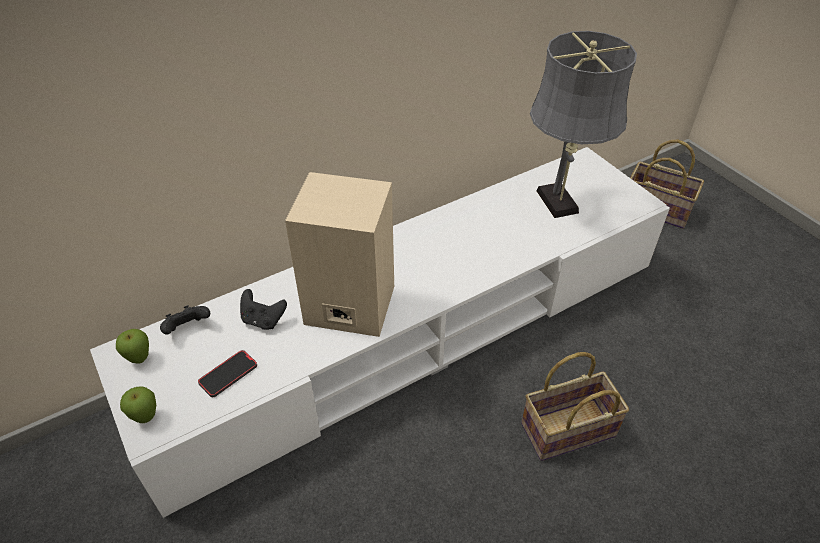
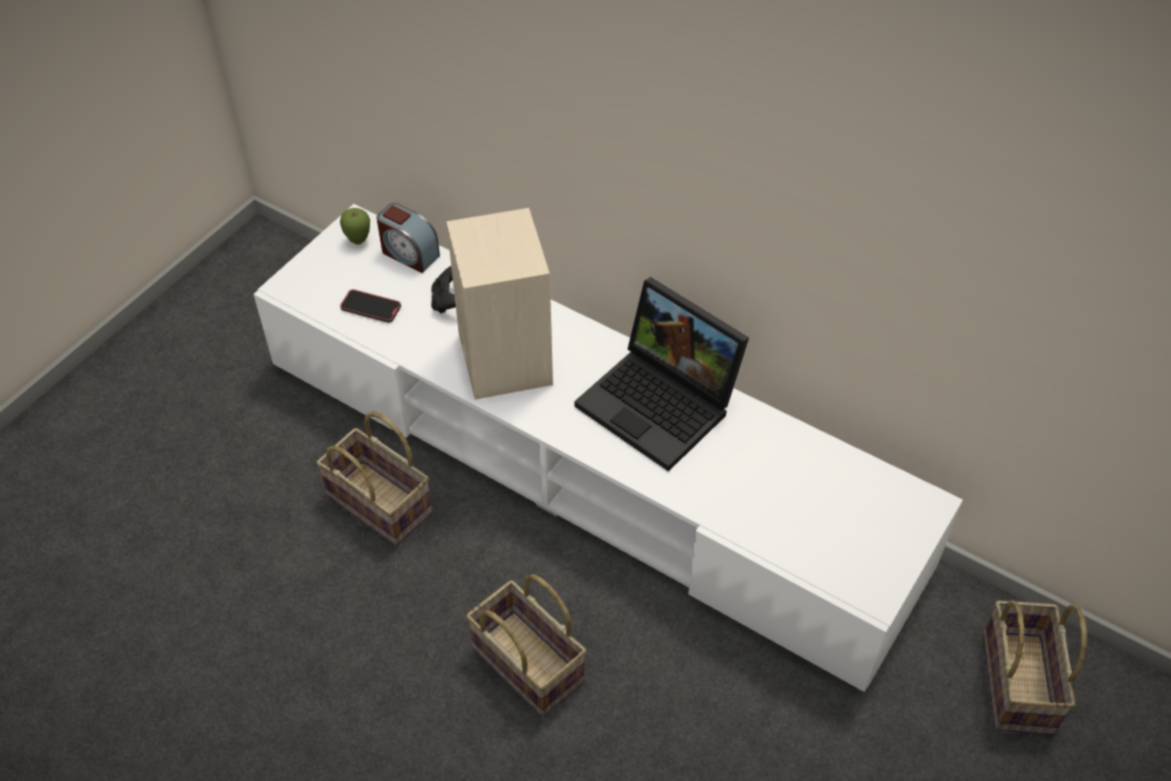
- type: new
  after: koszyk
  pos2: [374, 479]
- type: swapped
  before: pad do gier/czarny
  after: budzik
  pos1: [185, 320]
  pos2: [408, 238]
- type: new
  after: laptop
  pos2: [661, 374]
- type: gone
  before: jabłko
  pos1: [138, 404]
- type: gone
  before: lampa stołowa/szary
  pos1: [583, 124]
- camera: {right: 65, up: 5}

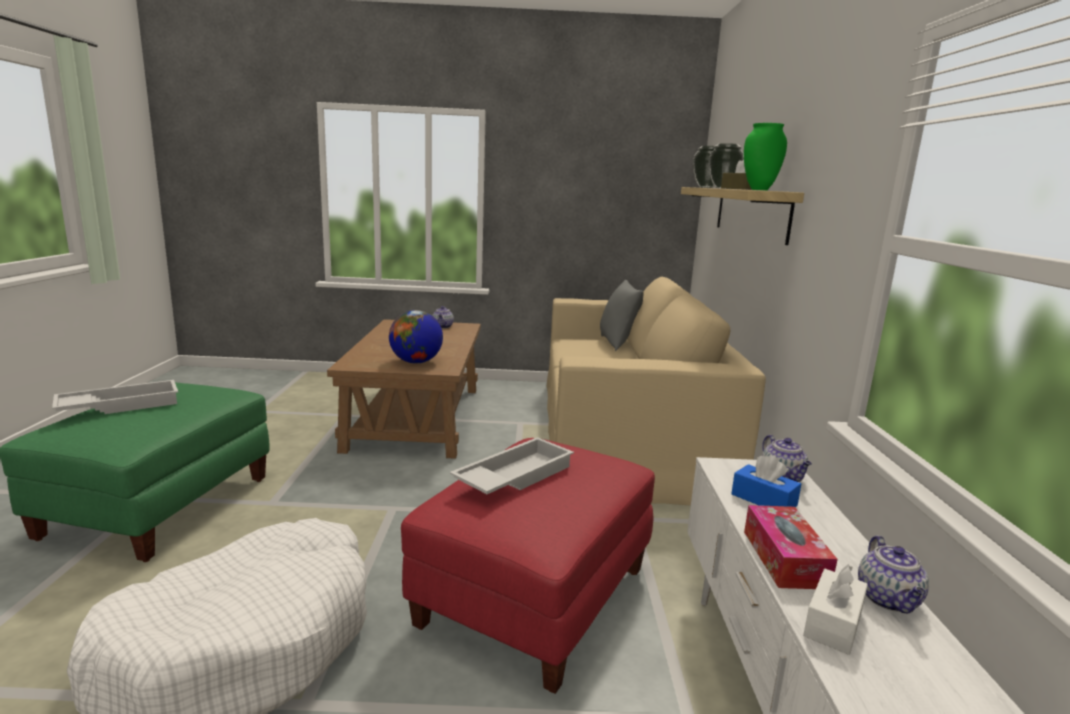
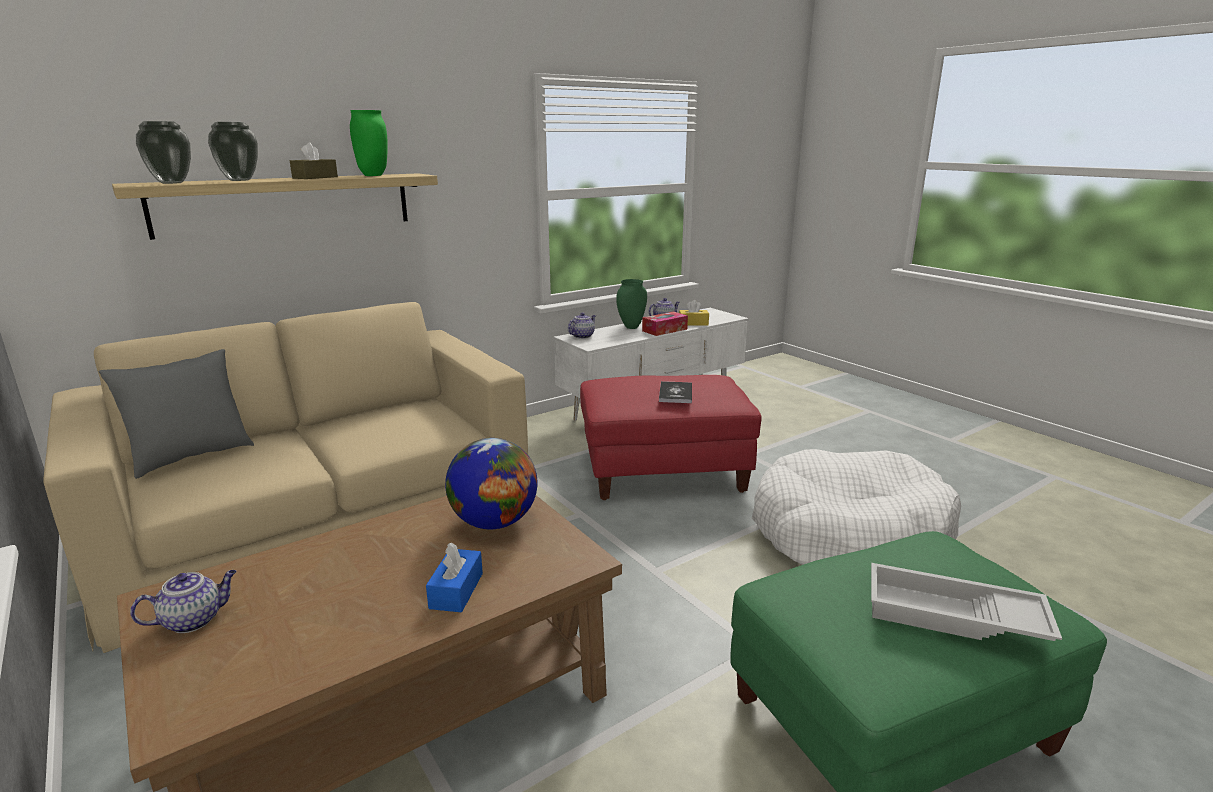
- type: shifted
  before: pudełko chusteczek/niebieski
  pos1: [766, 481]
  pos2: [454, 577]
- type: new
  after: wazon/zielony
  pos2: [631, 304]
- type: swapped
  before: taca/biały
  after: książka
  pos1: [512, 465]
  pos2: [675, 392]
- type: repainted
  before: pudełko chusteczek/biały
  after: pudełko chusteczek/żółty
  pos1: [835, 609]
  pos2: [694, 313]
- camera: {right: -125, up: 5}

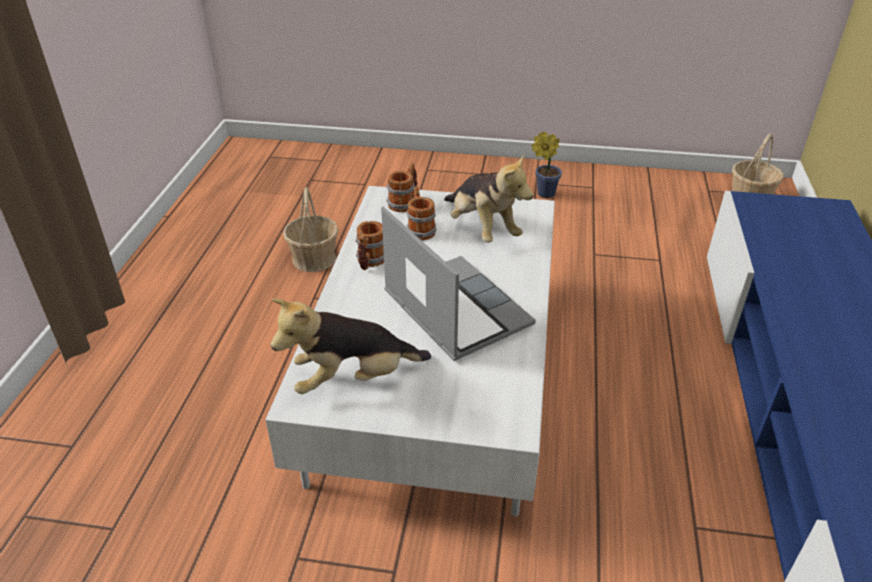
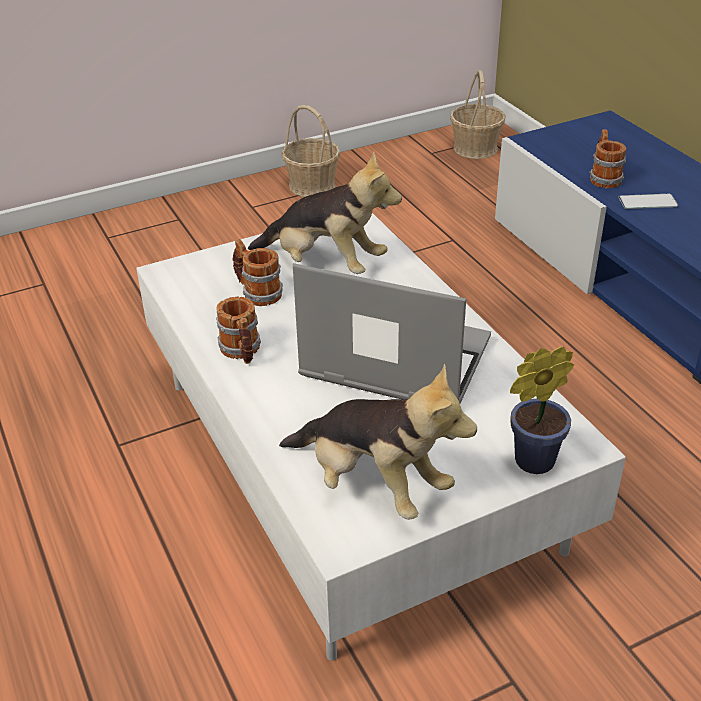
- type: rotated
  before: pluszak
  pos1: [351, 346]
  pos2: [378, 442]
  turn: -90
- type: shifted
  before: koszyk
  pos1: [311, 229]
  pos2: [310, 151]
- type: shifted
  before: roślina doniczkowa
  pos1: [547, 164]
  pos2: [542, 410]
- type: shifted
  before: kubek
  pos1: [401, 187]
  pos2: [607, 158]
- type: new
  after: telefon
  pos2: [648, 201]
- camera: {right: -35, up: 0}

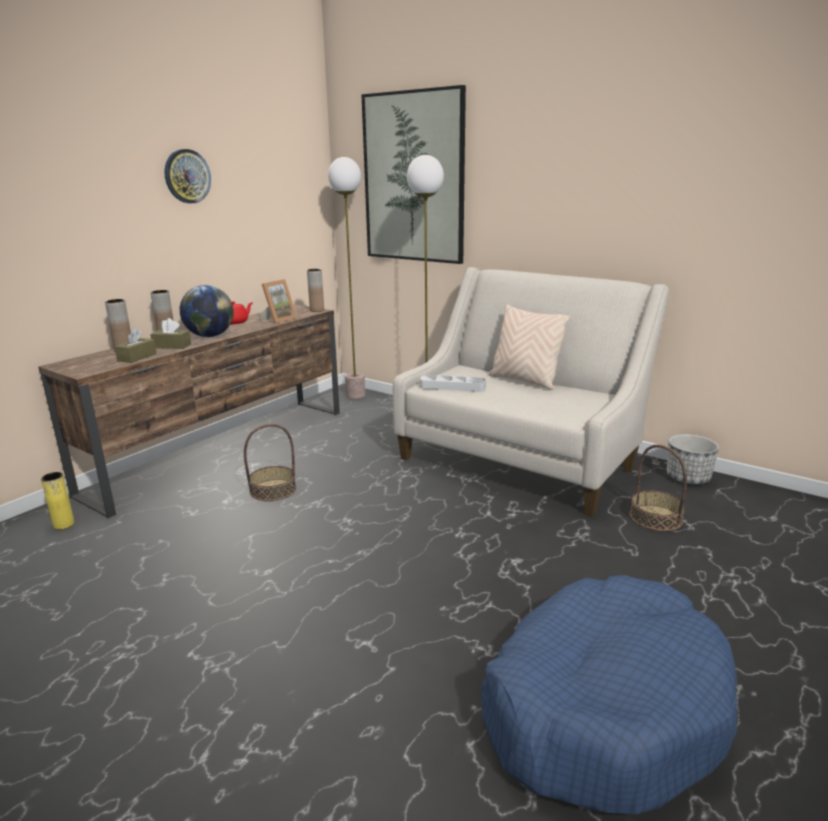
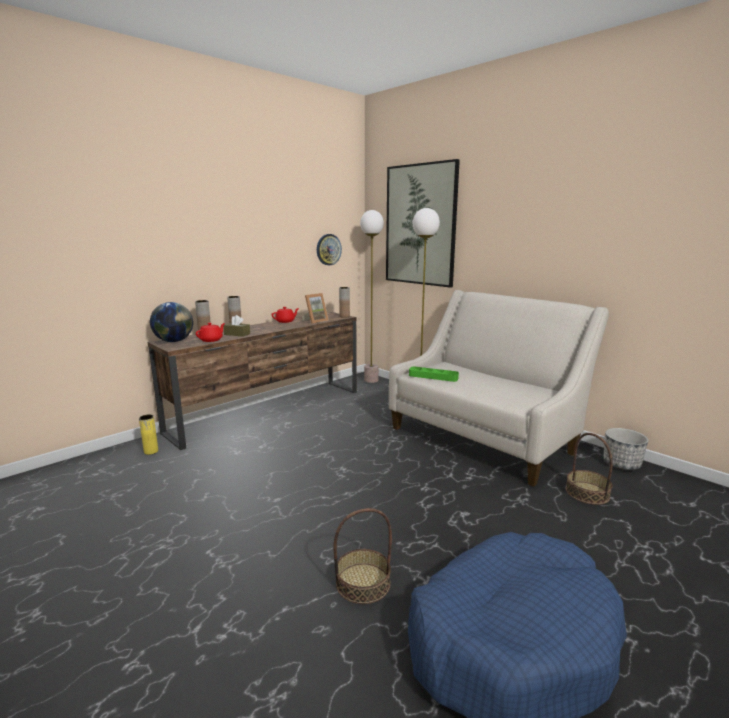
- type: shifted
  before: globus
  pos1: [207, 311]
  pos2: [171, 322]
- type: swapped
  before: pudełko chusteczek/brązowy
  after: imbryk/czerwony
  pos1: [136, 345]
  pos2: [210, 332]
- type: shifted
  before: zegar ścienny
  pos1: [187, 176]
  pos2: [329, 249]
- type: shifted
  before: koszyk
  pos1: [270, 462]
  pos2: [363, 556]
- type: repainted
  before: taca/szary
  after: taca/zielony
  pos1: [453, 383]
  pos2: [434, 374]
- type: gone
  before: poduszka/beżowy
  pos1: [530, 347]
- camera: {right: 10, up: -5}

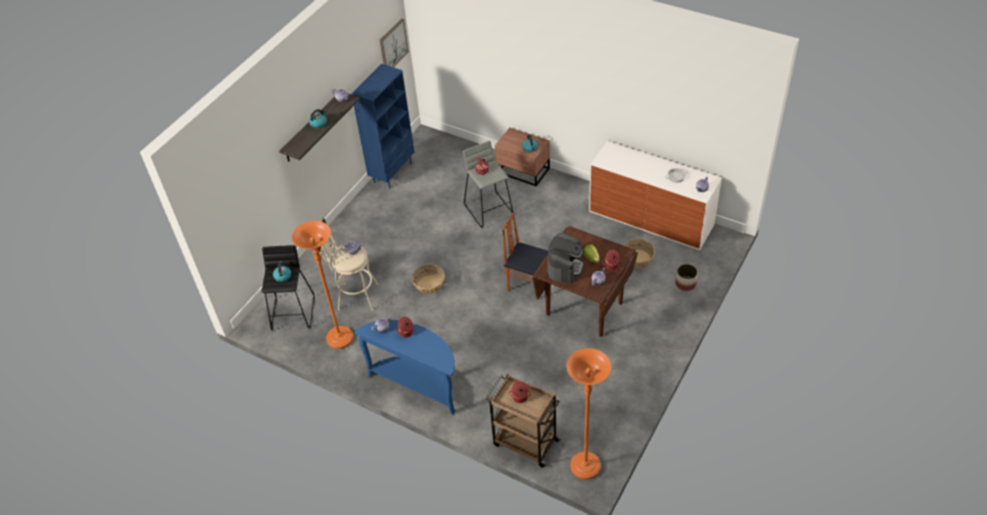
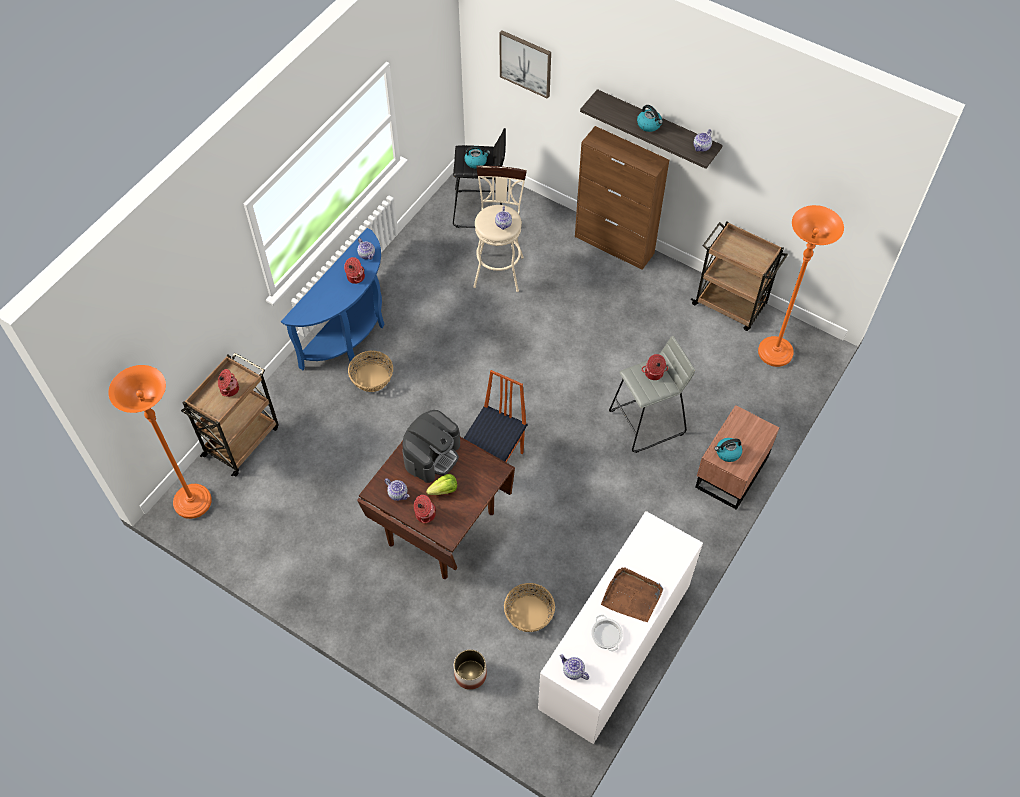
- type: shifted
  before: koszyk
  pos1: [428, 279]
  pos2: [370, 371]
- type: rotated
  before: ekspres do kawy
  pos1: [566, 258]
  pos2: [431, 446]
  turn: -75
- type: shifted
  before: obraz
  pos1: [394, 43]
  pos2: [525, 64]
- type: new
  after: szafka/brązowy
  pos2: [622, 198]
- type: new
  after: taca/brązowy
  pos2: [632, 594]
- type: swapped
  before: regał/niebieski
  after: wózek/brązowy
  pos1: [382, 126]
  pos2: [739, 276]
- type: shifted
  before: lampa stojąca/pomarańczowy
  pos1: [322, 285]
  pos2: [801, 286]
- camera: {right: 90, up: 10}

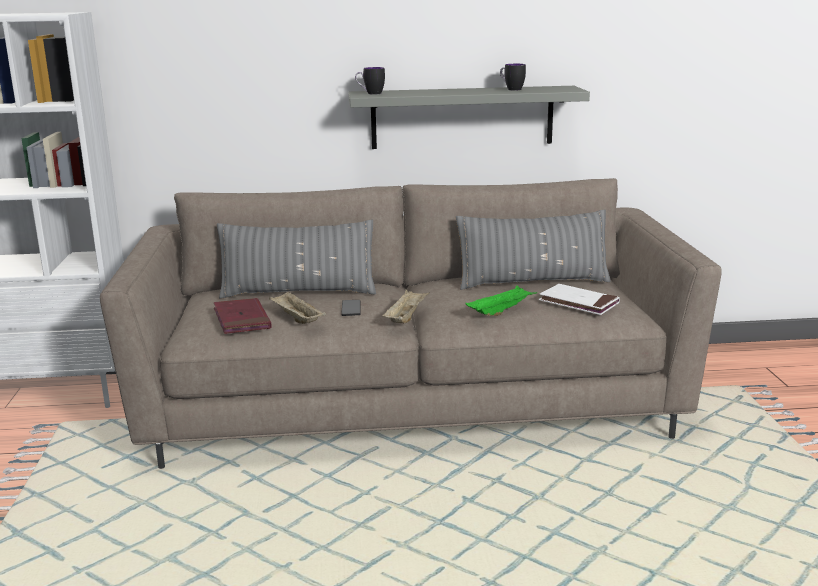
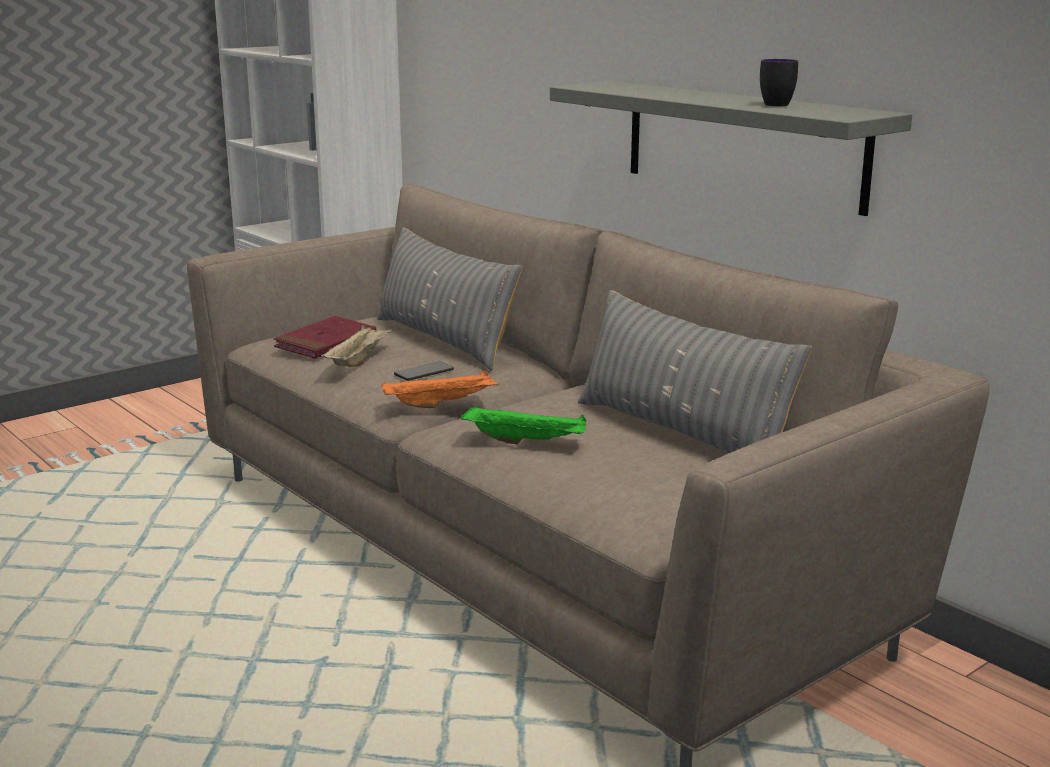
- type: repainted
  before: taca/beżowy
  after: taca/pomarańczowy
  pos1: [406, 306]
  pos2: [440, 389]
- type: gone
  before: kubek
  pos1: [370, 80]
- type: gone
  before: książka/biały
  pos1: [579, 299]
- camera: {right: 55, up: 0}

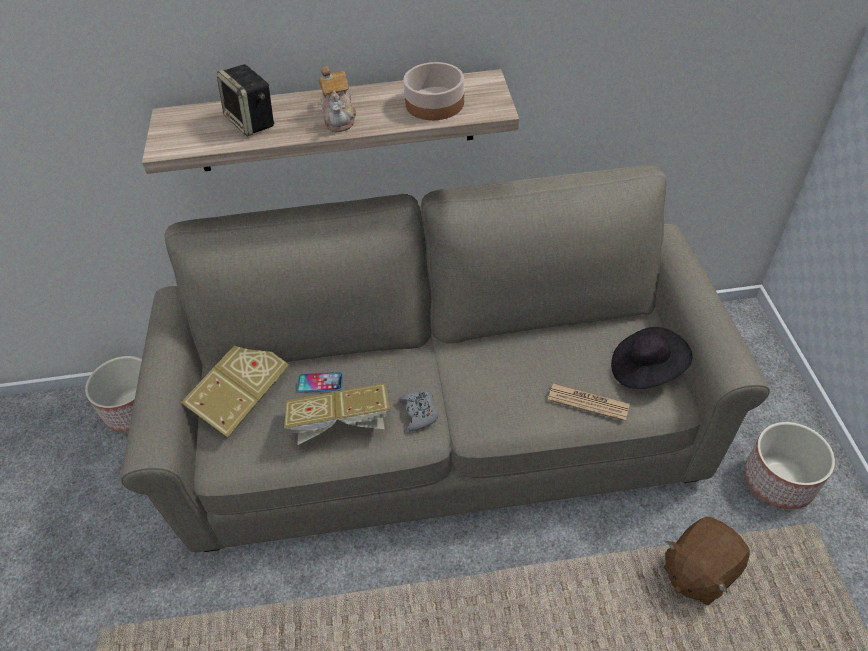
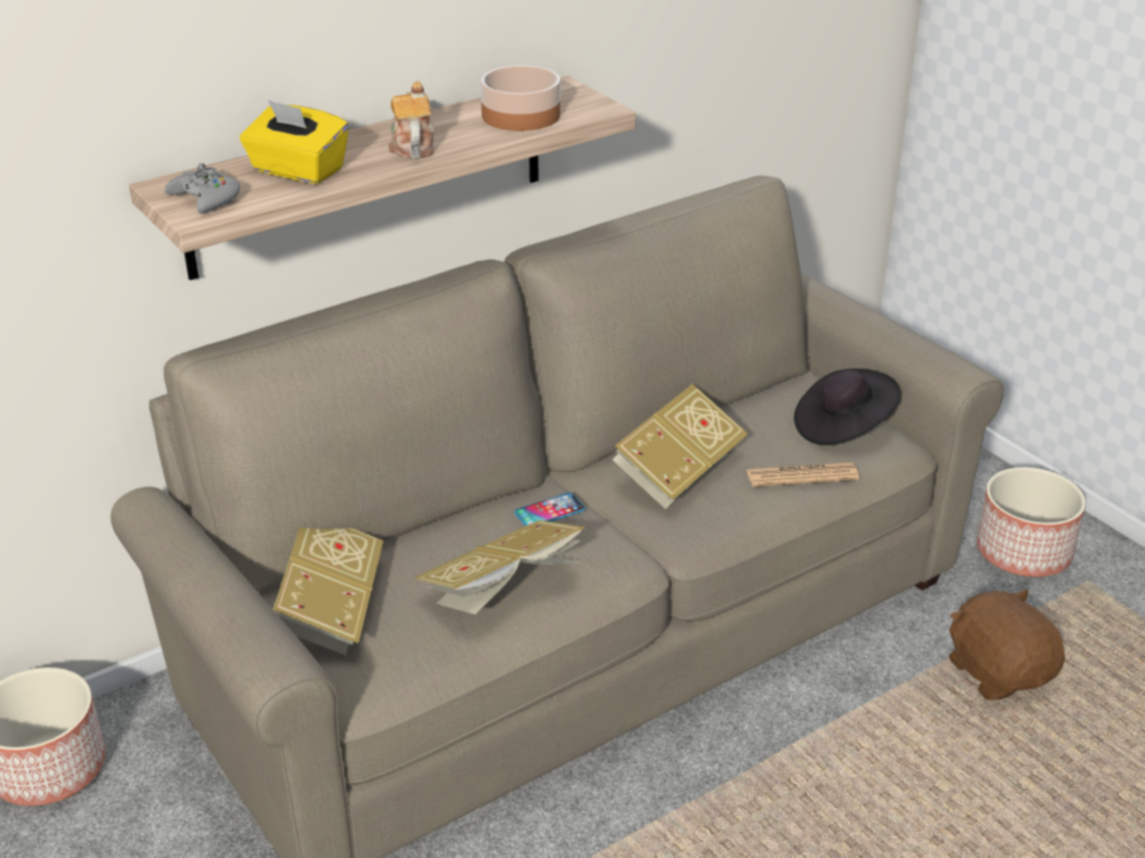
- type: shifted
  before: pad do gier/szary
  pos1: [418, 411]
  pos2: [202, 188]
- type: swapped
  before: głośnik
  after: pudełko chusteczek/żółty
  pos1: [245, 100]
  pos2: [294, 142]
- type: rotated
  before: imbryk
  pos1: [337, 99]
  pos2: [411, 120]
  turn: -150
- type: shifted
  before: telefon
  pos1: [320, 382]
  pos2: [549, 509]
- type: new
  after: książka
  pos2: [680, 446]
- type: rotated
  before: pluszak/brązowy
  pos1: [707, 561]
  pos2: [1007, 644]
  turn: 135
- camera: {right: -30, up: -15}

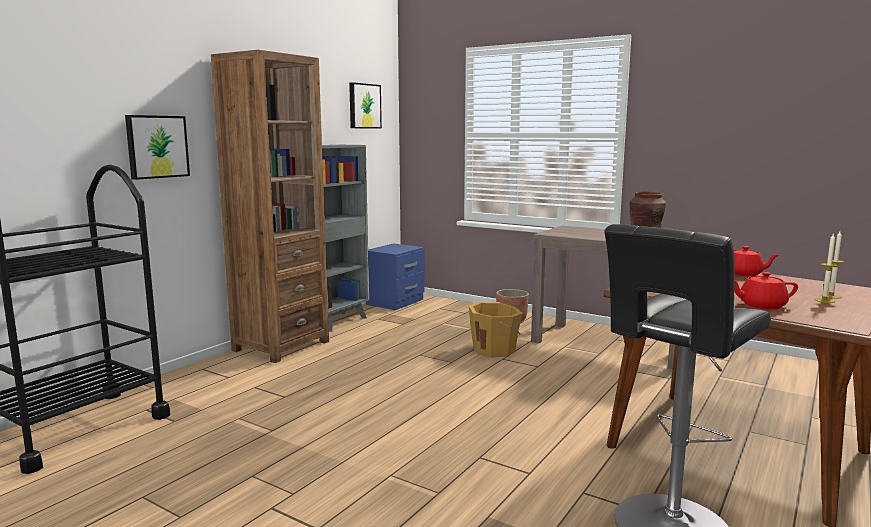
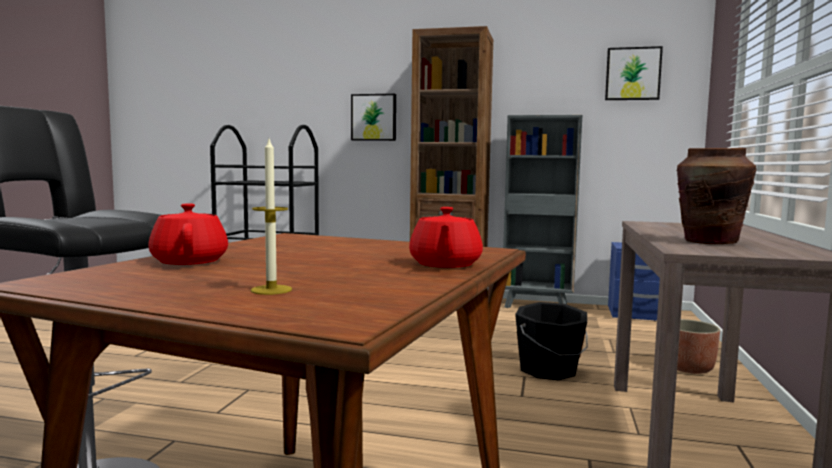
- type: repainted
  before: wiadro/pomarańczowy
  after: wiadro/czarny
  pos1: [496, 330]
  pos2: [551, 341]
- type: gone
  before: świeca
  pos1: [826, 268]
- camera: {right: 70, up: -5}

